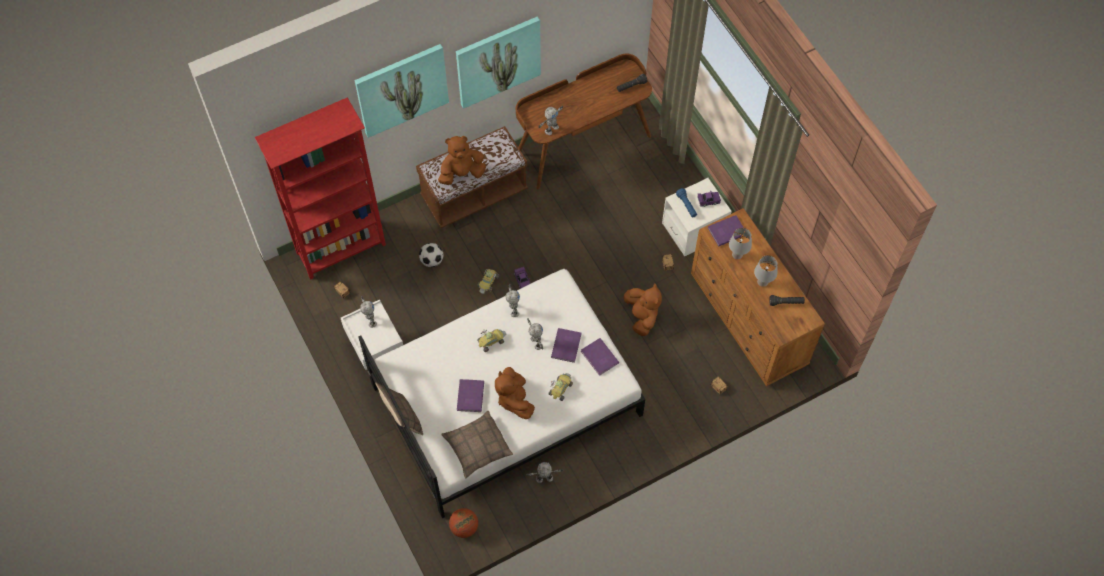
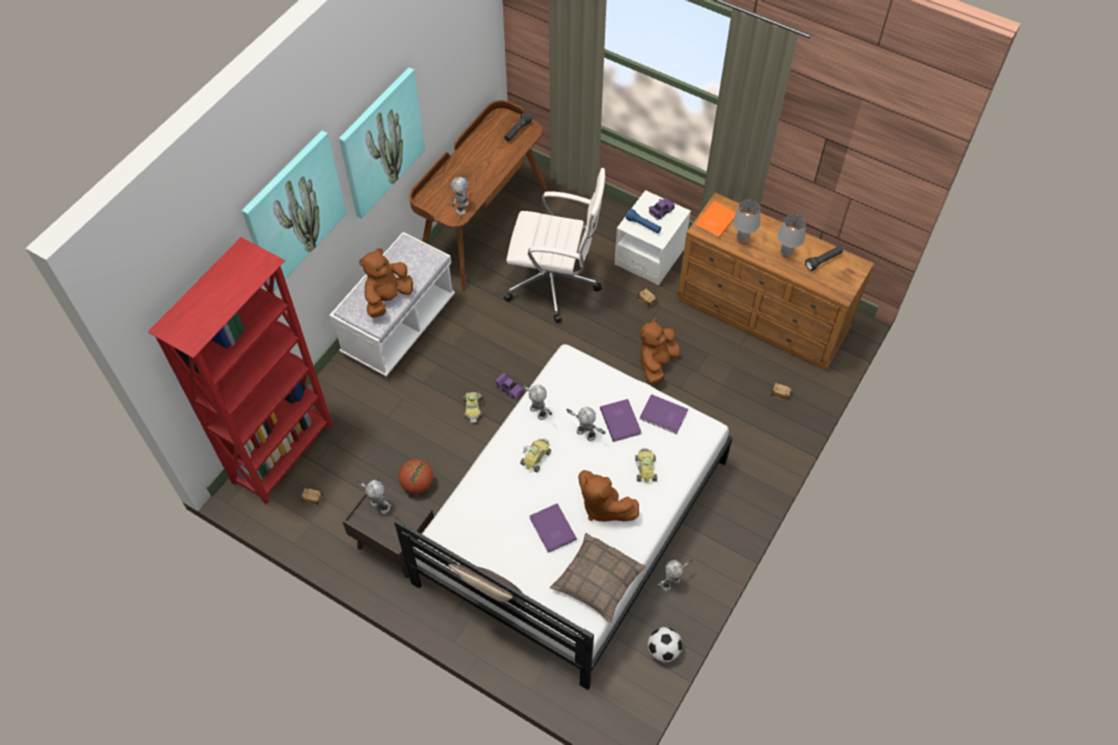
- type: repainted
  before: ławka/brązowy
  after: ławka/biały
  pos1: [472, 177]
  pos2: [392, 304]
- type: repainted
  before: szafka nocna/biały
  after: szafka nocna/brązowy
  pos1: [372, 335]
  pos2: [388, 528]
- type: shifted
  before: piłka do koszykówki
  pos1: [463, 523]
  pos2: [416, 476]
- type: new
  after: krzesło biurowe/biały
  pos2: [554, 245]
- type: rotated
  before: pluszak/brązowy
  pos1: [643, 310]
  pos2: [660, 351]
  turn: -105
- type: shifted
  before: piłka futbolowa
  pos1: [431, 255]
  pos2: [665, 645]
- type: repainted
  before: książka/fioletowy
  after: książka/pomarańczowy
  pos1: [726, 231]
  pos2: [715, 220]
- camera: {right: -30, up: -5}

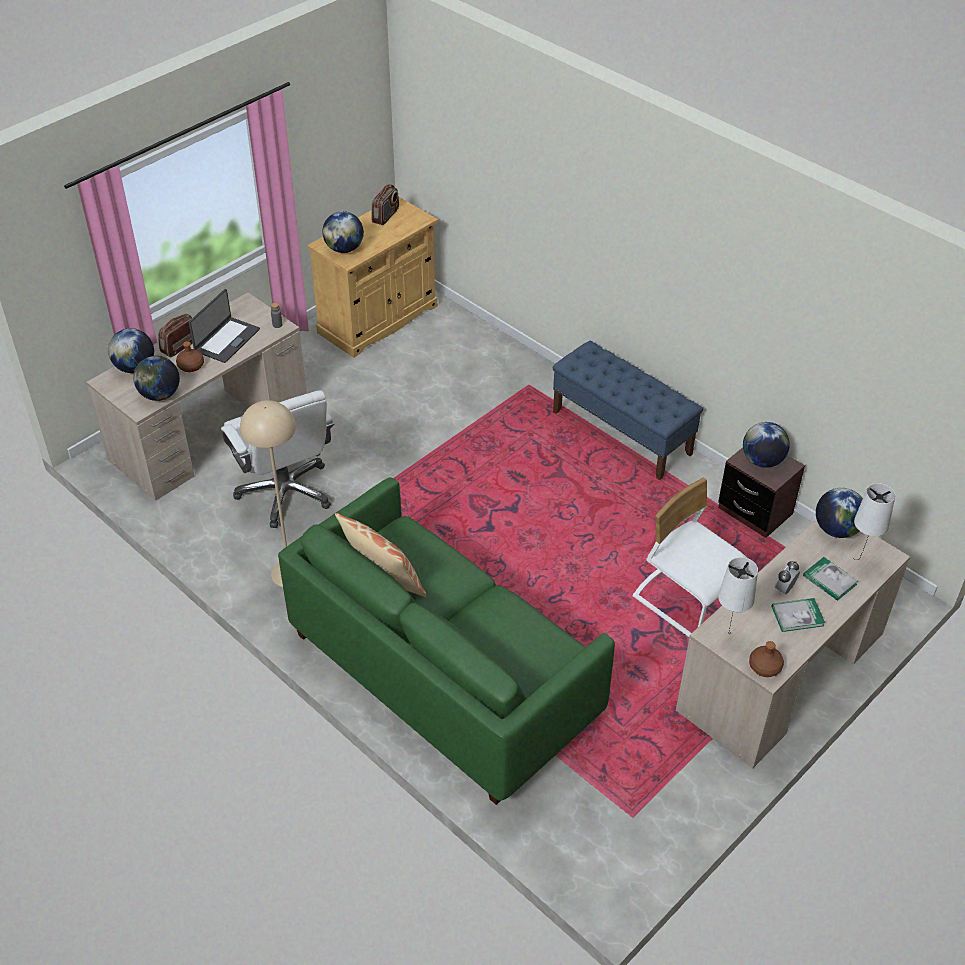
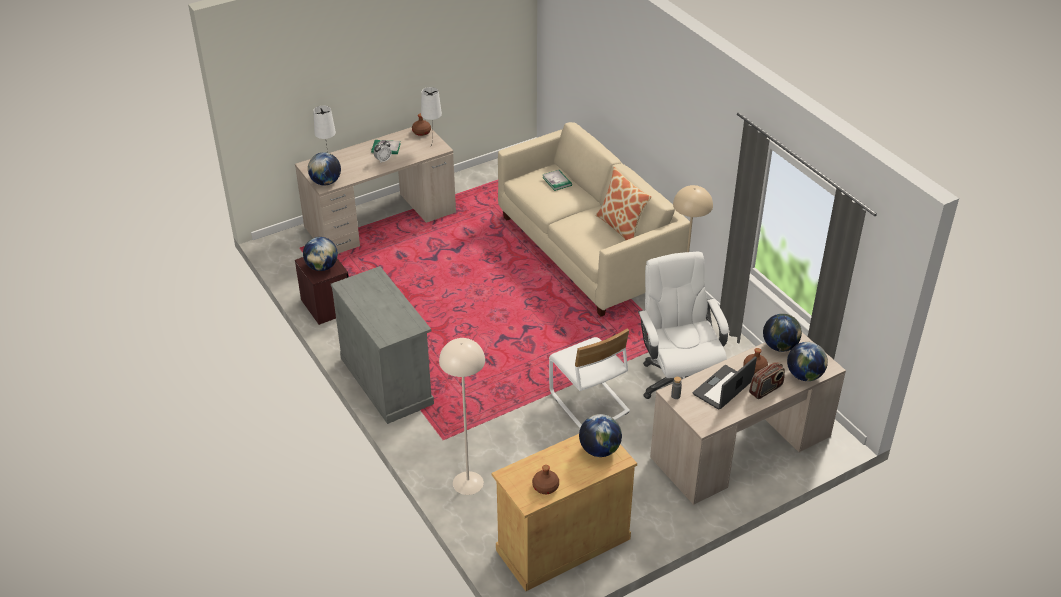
- type: swapped
  before: ławka/niebieski
  after: szafka/szary
  pos1: [628, 410]
  pos2: [382, 345]
- type: new
  after: lampa stojąca/beżowy
  pos2: [462, 416]
- type: repainted
  before: kanapa/zielony
  after: kanapa/beżowy
  pos1: [446, 641]
  pos2: [594, 219]
- type: swapped
  before: radio
  after: butelka/brązowy
  pos1: [385, 204]
  pos2: [545, 479]
- type: shifted
  before: książka
  pos1: [830, 579]
  pos2: [557, 180]
- type: shifted
  before: krzesło/biały
  pos1: [690, 557]
  pos2: [589, 378]
- camera: {right: -165, up: -5}

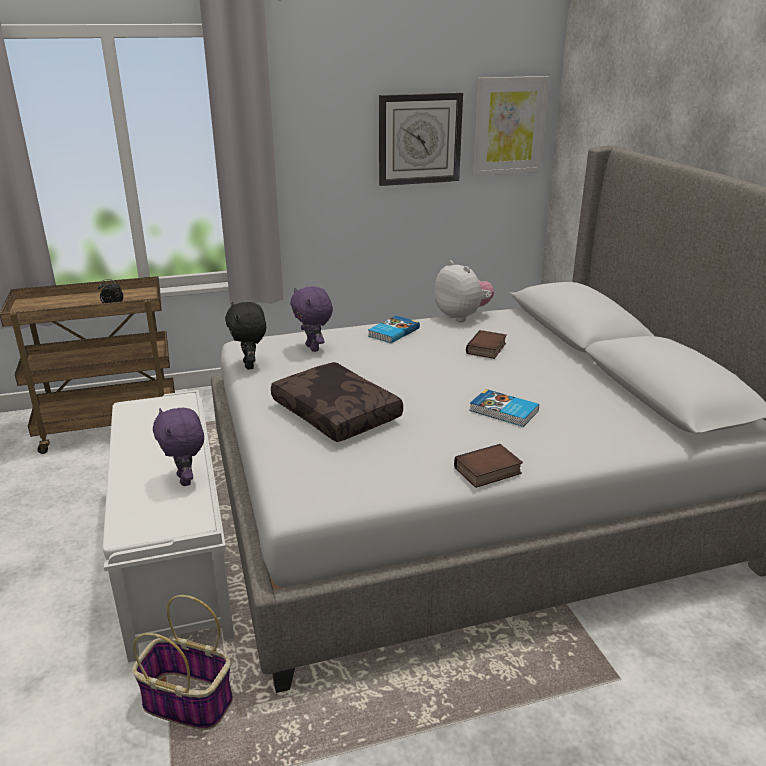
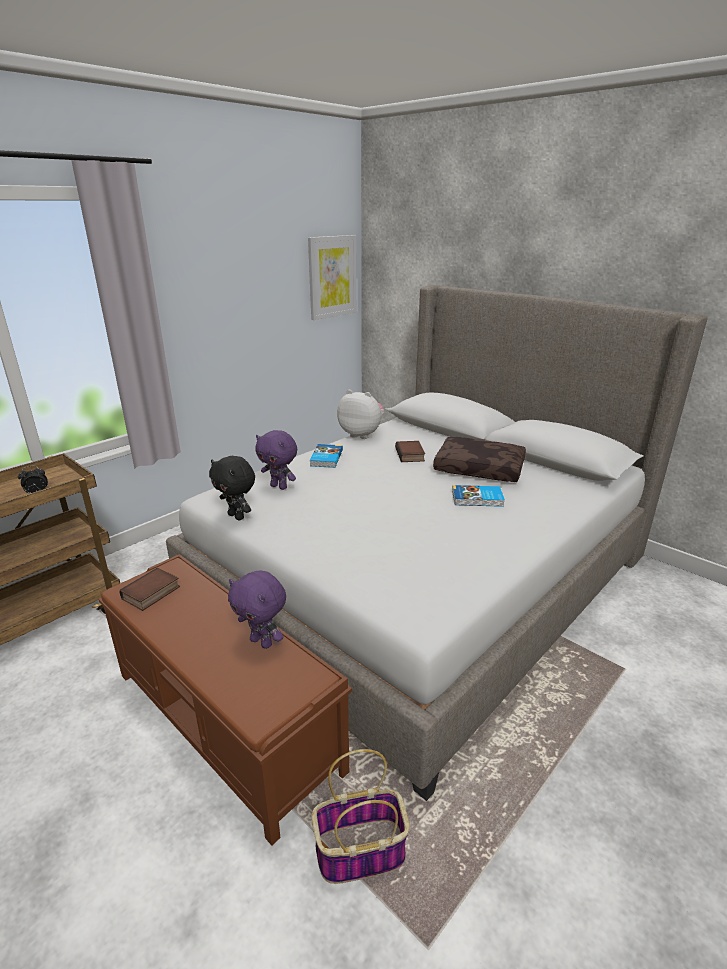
- type: repainted
  before: ławka/biały
  after: ławka/brązowy
  pos1: [168, 526]
  pos2: [225, 700]
- type: shifted
  before: książka
  pos1: [488, 466]
  pos2: [150, 589]
- type: shifted
  before: poduszka/brązowy
  pos1: [337, 402]
  pos2: [479, 459]
- type: gone
  before: zegar ścienny
  pos1: [421, 139]
- camera: {right: -30, up: 0}

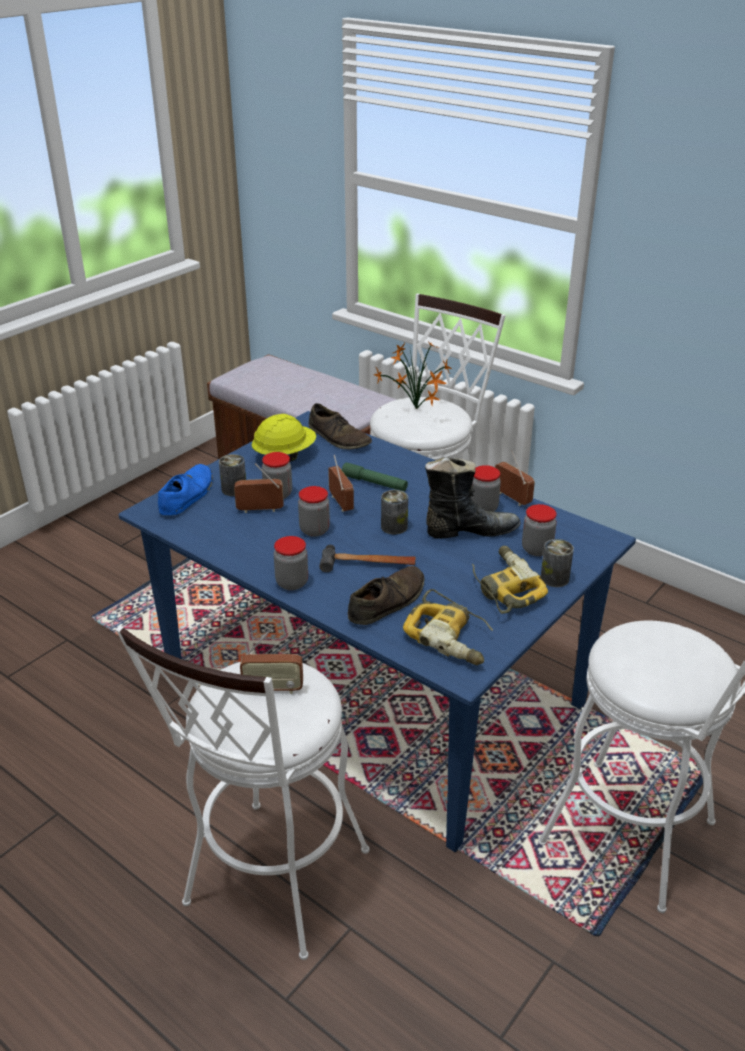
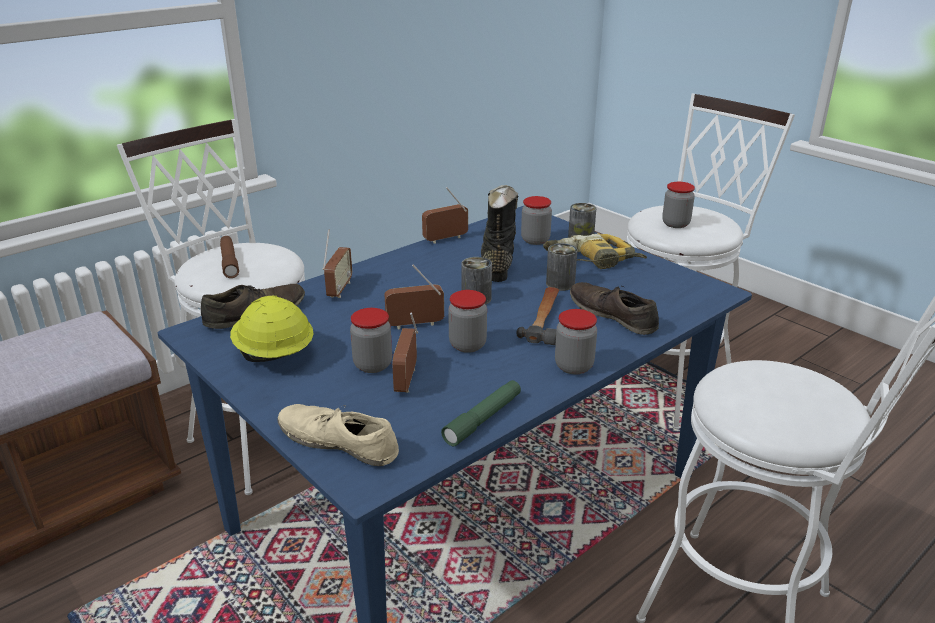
- type: swapped
  before: roślina doniczkowa
  after: latarka/brązowy
  pos1: [413, 375]
  pos2: [229, 257]
- type: repainted
  before: but/niebieski
  after: but/beżowy
  pos1: [185, 489]
  pos2: [338, 435]
- type: shifted
  before: radio
  pos1: [271, 661]
  pos2: [337, 263]
- type: shifted
  before: latarka/zielony
  pos1: [375, 476]
  pos2: [481, 413]
- type: shifted
  before: puszka
  pos1: [232, 475]
  pos2: [561, 267]
- type: shifted
  before: słoik
  pos1: [486, 488]
  pos2: [678, 205]
- type: gone
  before: wiertarka
  pos1: [448, 627]
- camera: {right: -80, up: -5}

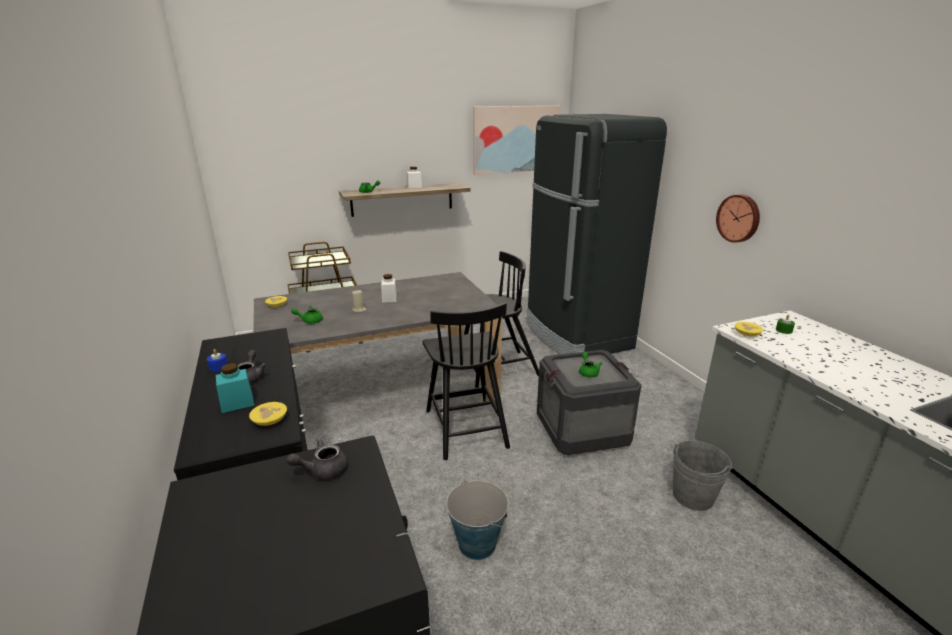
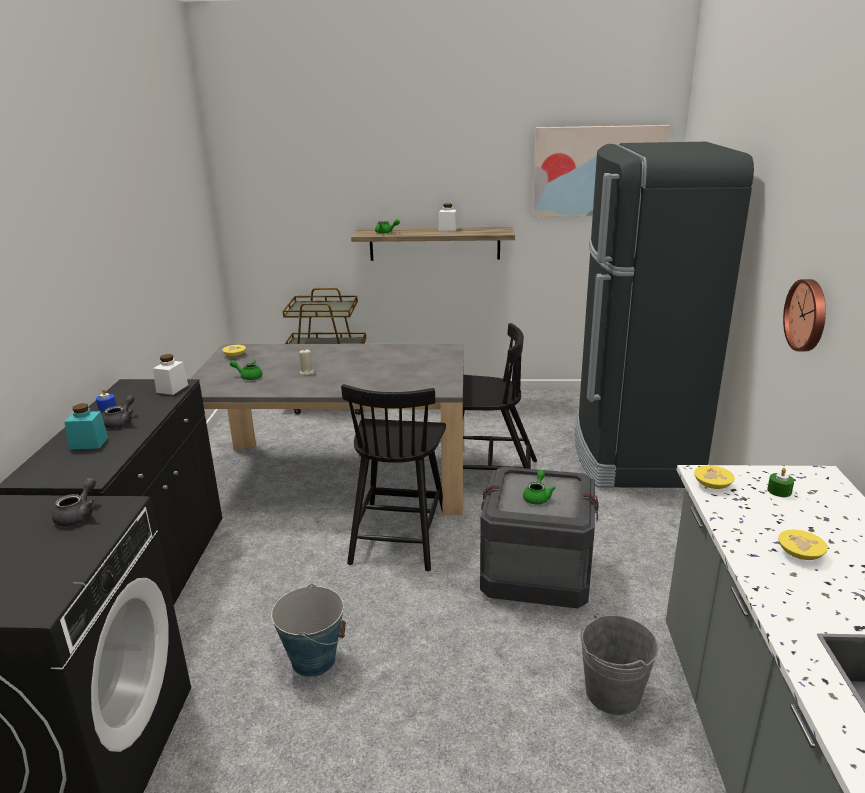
- type: rotated
  before: imbryk/szary
  pos1: [317, 459]
  pos2: [74, 502]
  turn: 105
- type: shifted
  before: słoik/biały
  pos1: [389, 288]
  pos2: [170, 374]
- type: shifted
  before: miska/żółty
  pos1: [268, 414]
  pos2: [803, 544]
- camera: {right: 25, up: 0}

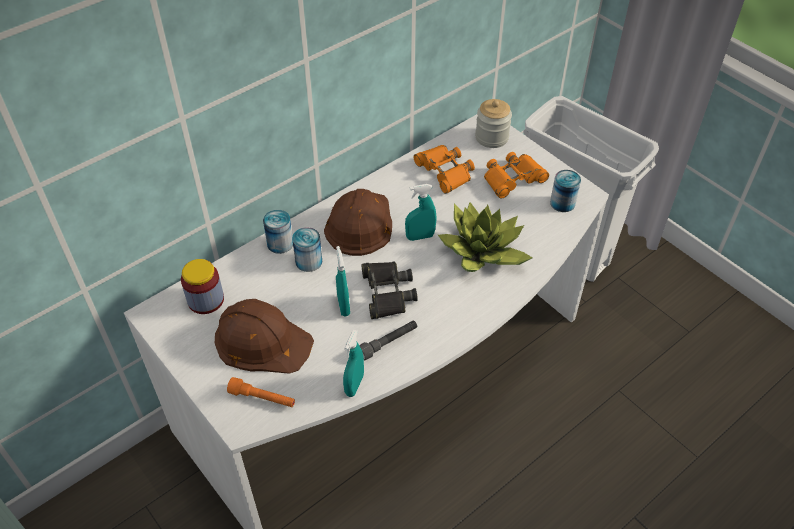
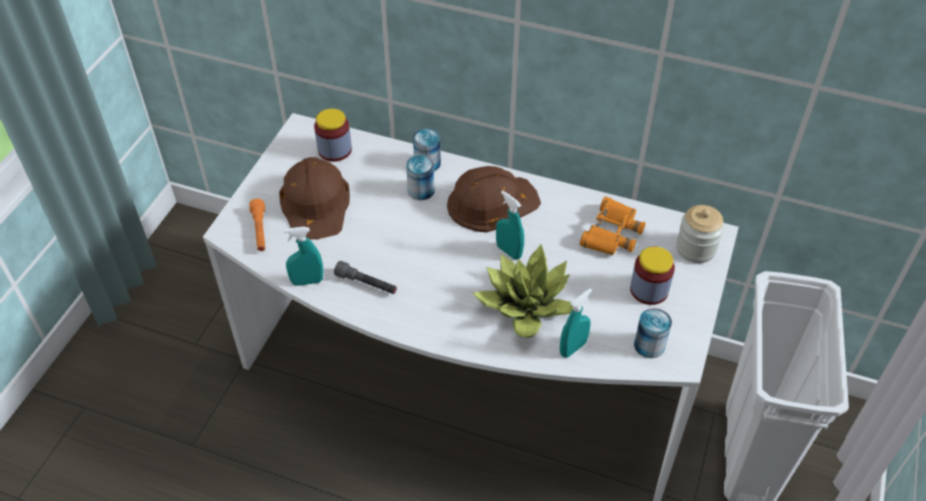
- type: shifted
  before: spryskiwacz/turkusowy
  pos1: [343, 281]
  pos2: [576, 323]
- type: swapped
  before: lornetka/pomarańczowy
  after: słoik
  pos1: [516, 175]
  pos2: [652, 275]
- type: gone
  before: lornetka/czarny
  pos1: [389, 290]
- camera: {right: 60, up: 0}

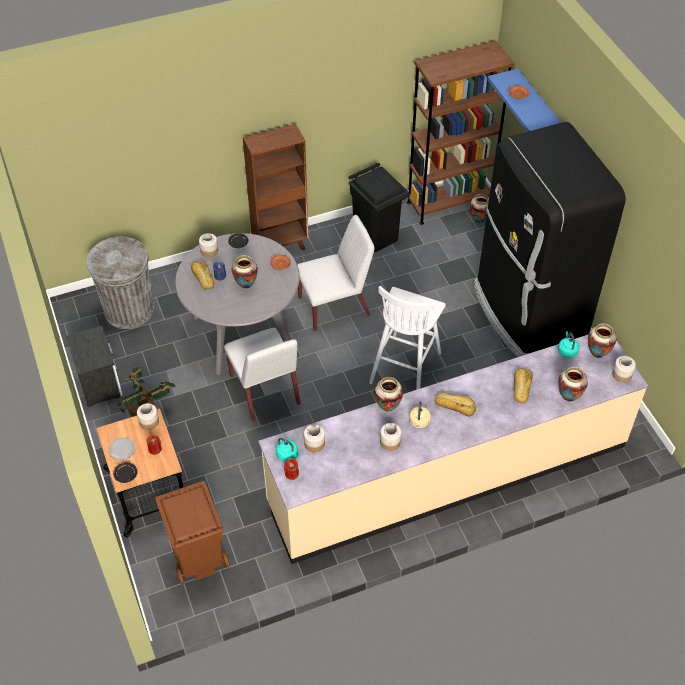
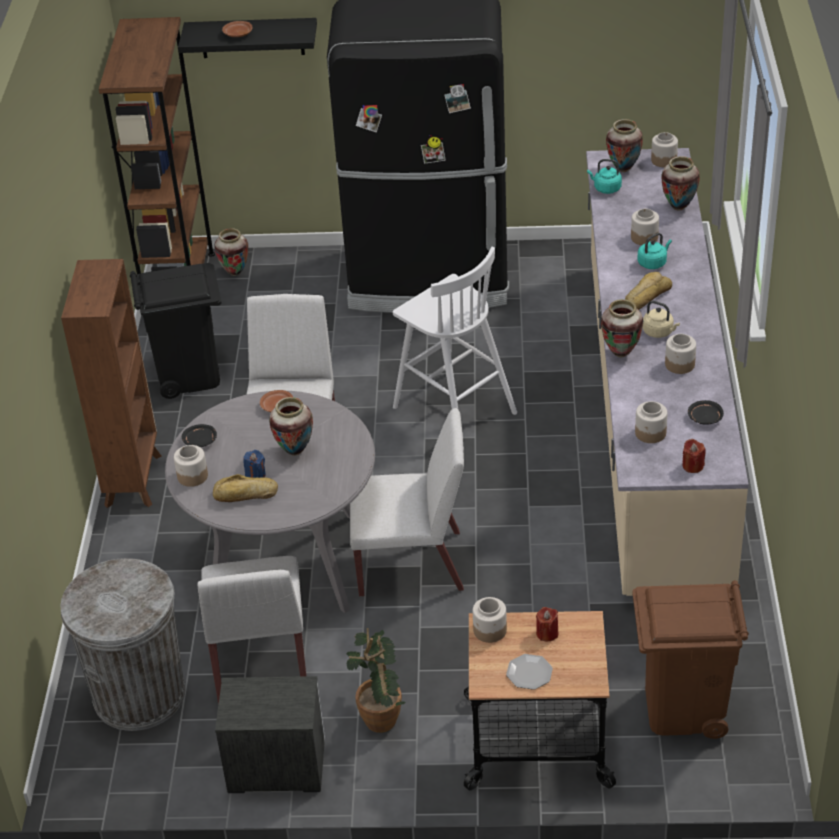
- type: repainted
  before: półka/niebieski
  after: półka/czarny
  pos1: [524, 100]
  pos2: [247, 38]
- type: new
  after: krzesło/biały
  pos2: [252, 630]
- type: swapped
  before: chleb
  after: słoik
  pos1: [523, 385]
  pos2: [645, 227]
- type: shifted
  before: czajnik/turkusowy
  pos1: [288, 450]
  pos2: [654, 251]
- type: shifted
  before: talerz/czarny
  pos1: [125, 472]
  pos2: [706, 412]
- camera: {right: -65, up: -10}

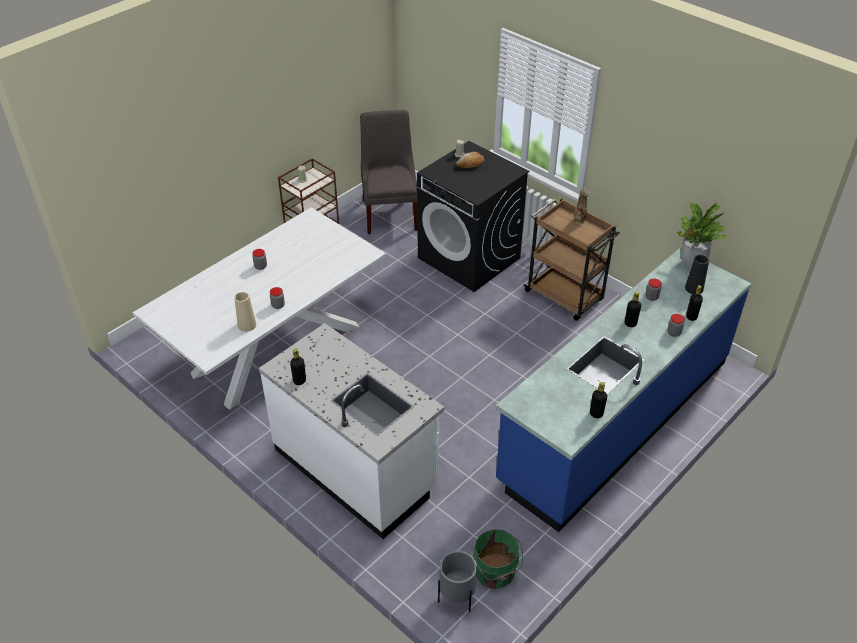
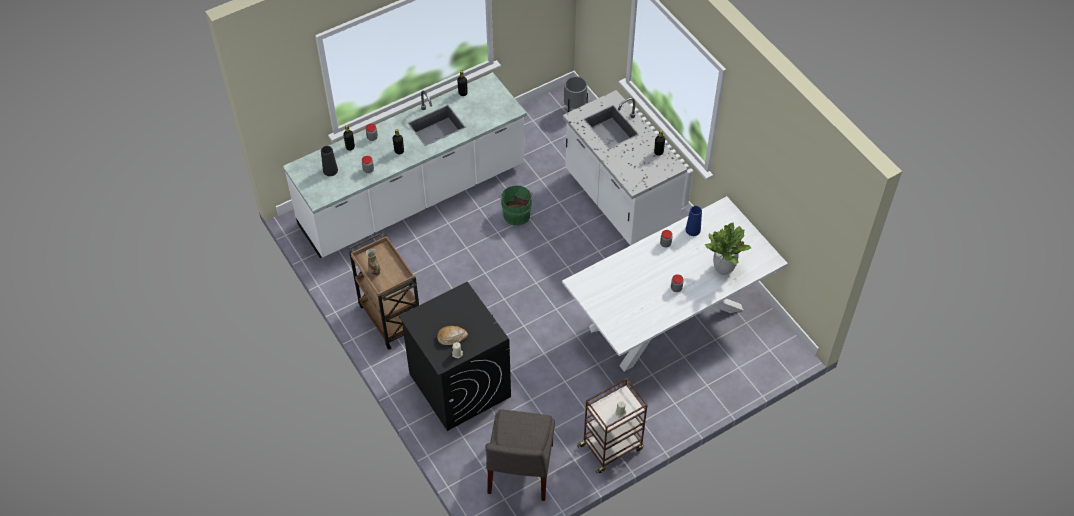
- type: repainted
  before: zabudowa kuchenna/niebieski
  after: zabudowa kuchenna/biały
  pos1: [623, 390]
  pos2: [405, 165]
- type: shifted
  before: wiadro/zielony
  pos1: [498, 559]
  pos2: [516, 205]
- type: repainted
  before: wazon/beżowy
  after: wazon/niebieski
  pos1: [245, 312]
  pos2: [693, 221]
- type: shifted
  before: roślina doniczkowa
  pos1: [701, 236]
  pos2: [728, 249]
- camera: {right: -165, up: 10}

